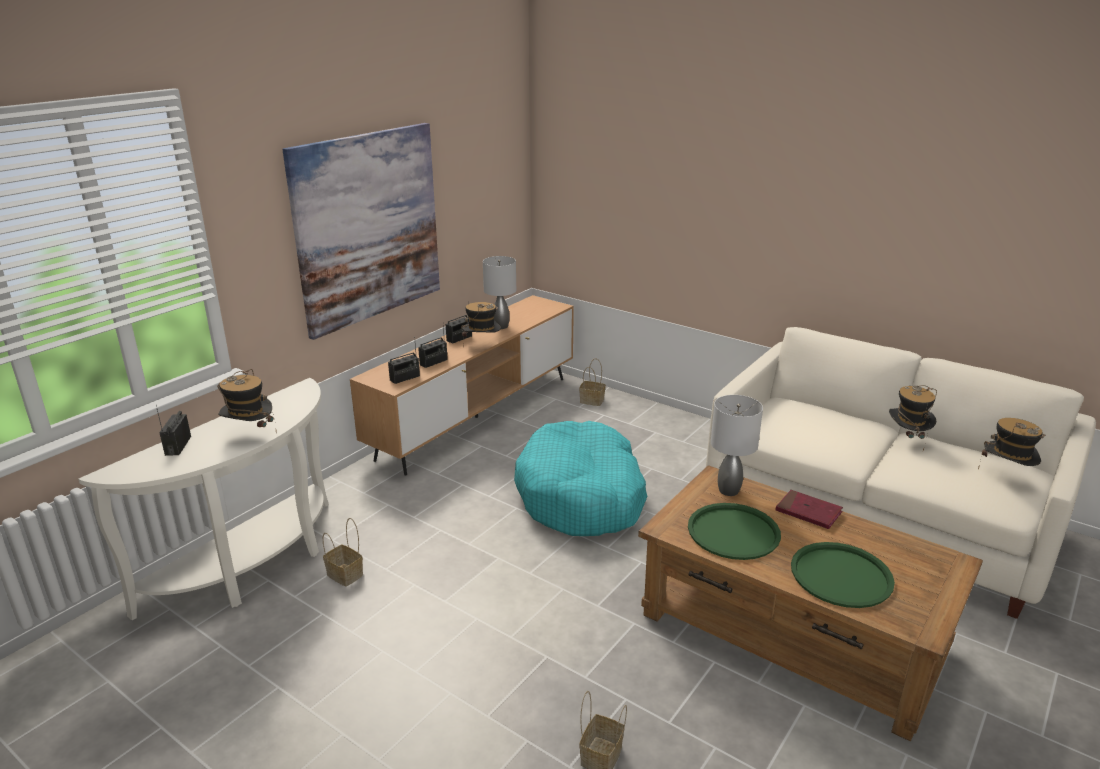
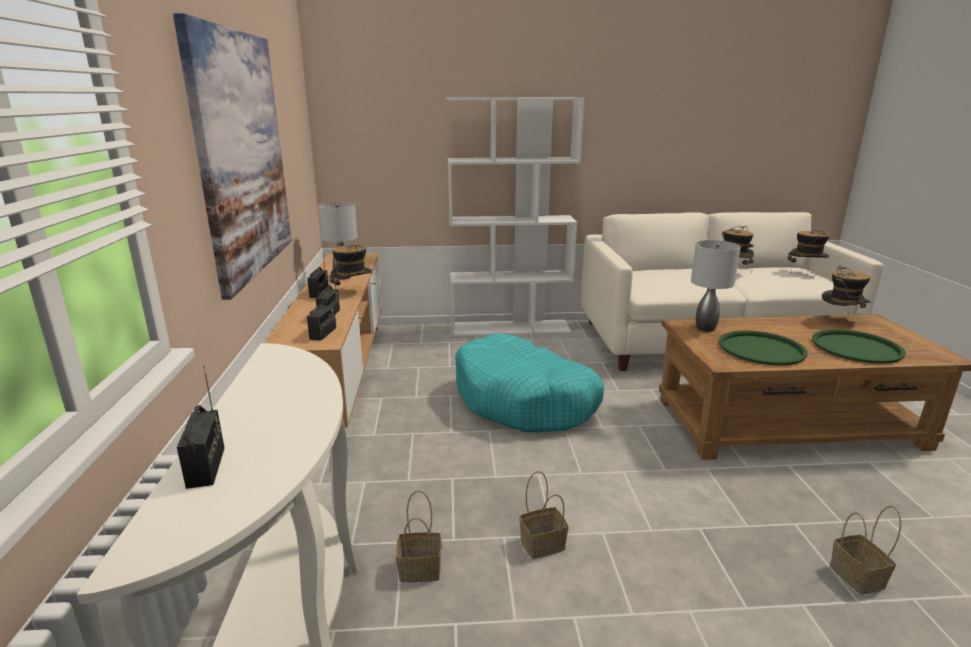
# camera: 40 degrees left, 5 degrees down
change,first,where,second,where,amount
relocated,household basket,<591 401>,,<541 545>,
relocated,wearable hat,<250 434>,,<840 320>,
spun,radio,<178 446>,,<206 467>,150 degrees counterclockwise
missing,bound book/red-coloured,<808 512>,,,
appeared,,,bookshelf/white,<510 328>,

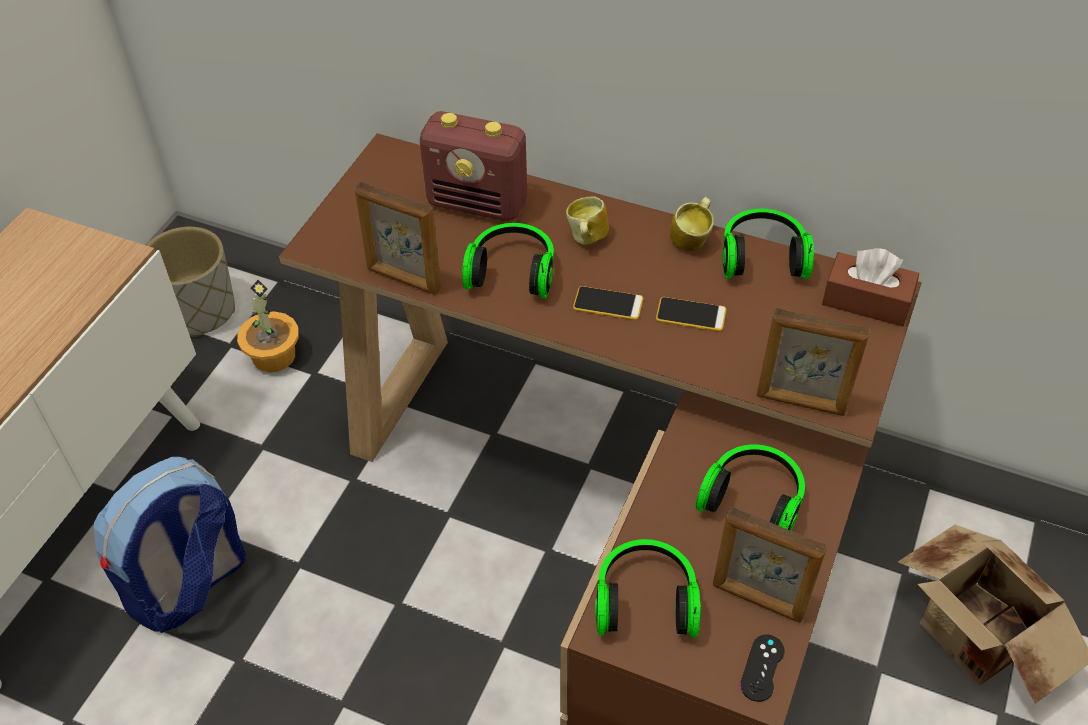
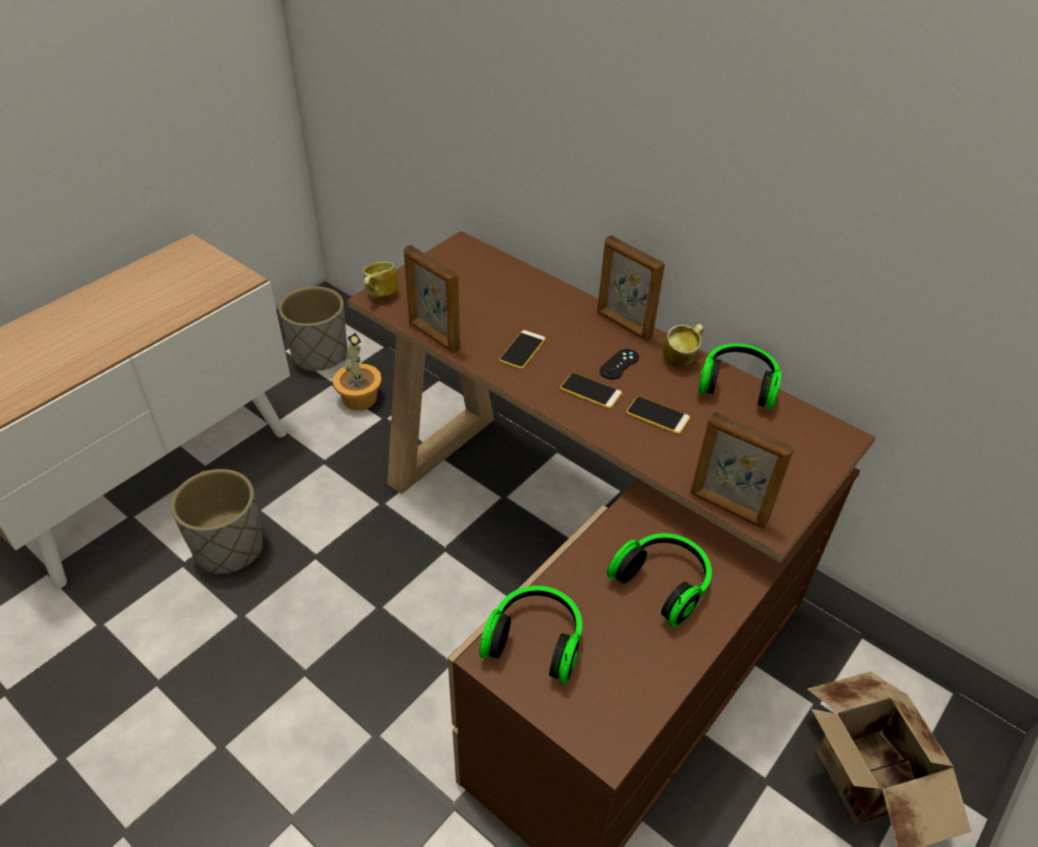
# camera: 15 degrees right, 5 degrees down
change,first,where,second,where,amount
missing,radio,<478 204>,,,
relocated,tea mug,<586 240>,,<379 296>,
exchanged,pair of headphones,<512 272>,telephone,<522 350>,
missing,box of tissues/brown,<866 301>,,,
exchanged,rucksack,<189 585>,planter/grey,<229 549>,
relocated,photo frame,<758 600>,,<623 325>,
relocated,game controller/black-coloured,<762 668>,,<619 364>,

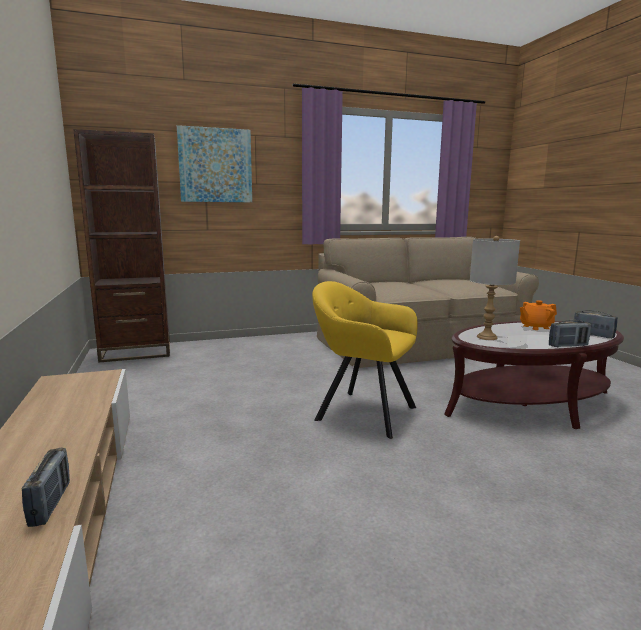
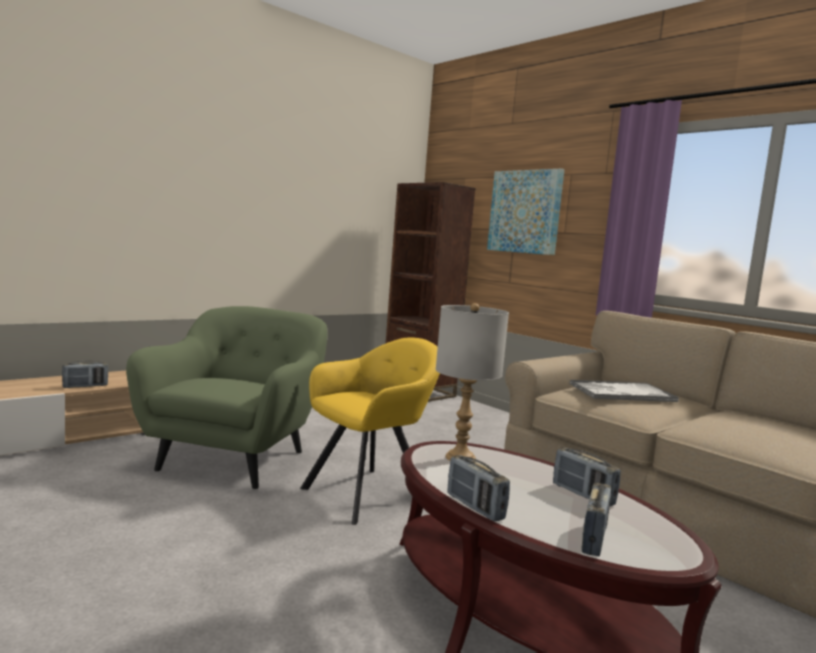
# camera: 65 degrees right, 5 degrees down
change,first,where,second,where,amount
spun,easy chair/yellow,<362 411>,,<371 493>,45 degrees clockwise
exchanged,teapot/orange,<535 327>,radio,<583 495>,
appeared,,,easy chair/greenish,<235 458>,
appeared,,,carrying tray,<620 392>,

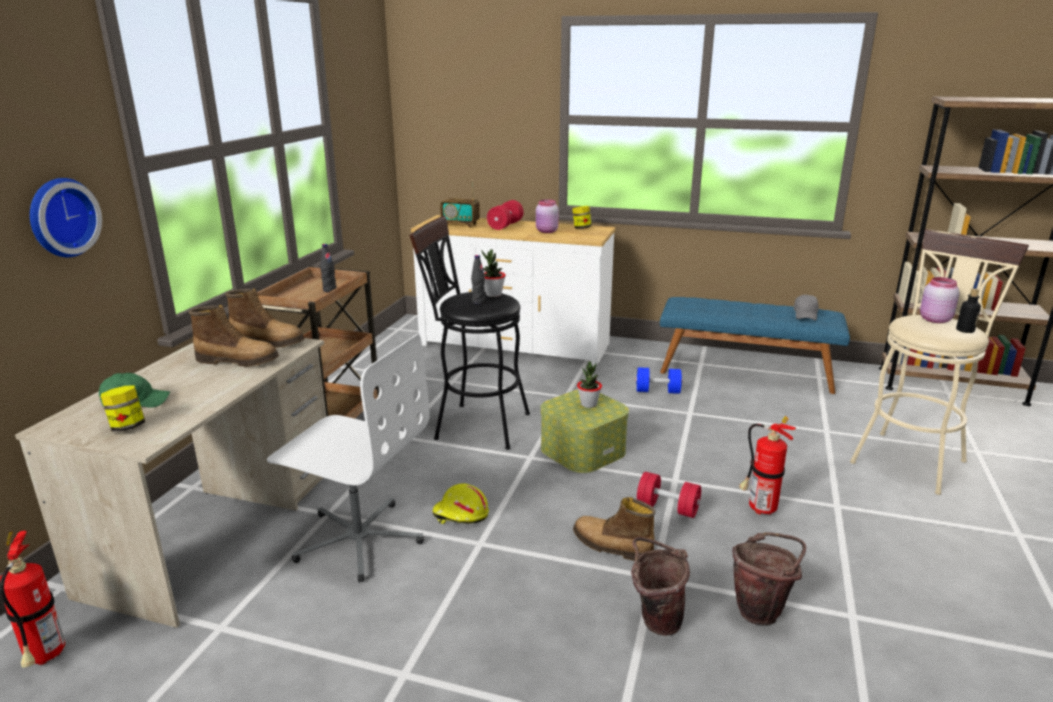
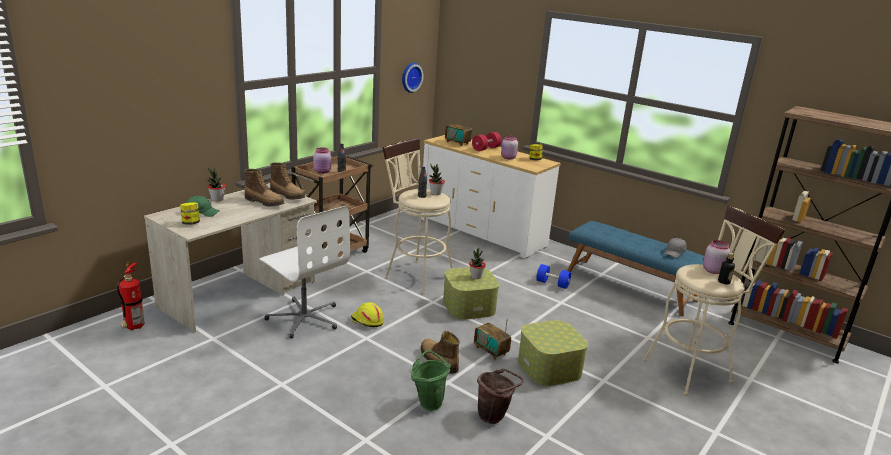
# camera: 20 degrees right, 0 degrees up
change,first,where,second,where,amount
relocated,wall clock,<60 217>,,<410 77>,
colour,stool/black-coloured,<474 425>,stool/beige-coloured,<415 275>,
exchanged,fire-fighting cylinder,<759 508>,storage bin,<549 367>,
exchanged,free weight/red-coloured,<667 508>,radio,<491 351>,
colour,water bucket/brown,<655 620>,water bucket/greenish,<428 402>,
appeared,,,jar/pink-coloured,<322 172>,
appeared,,,houseplant,<217 199>,

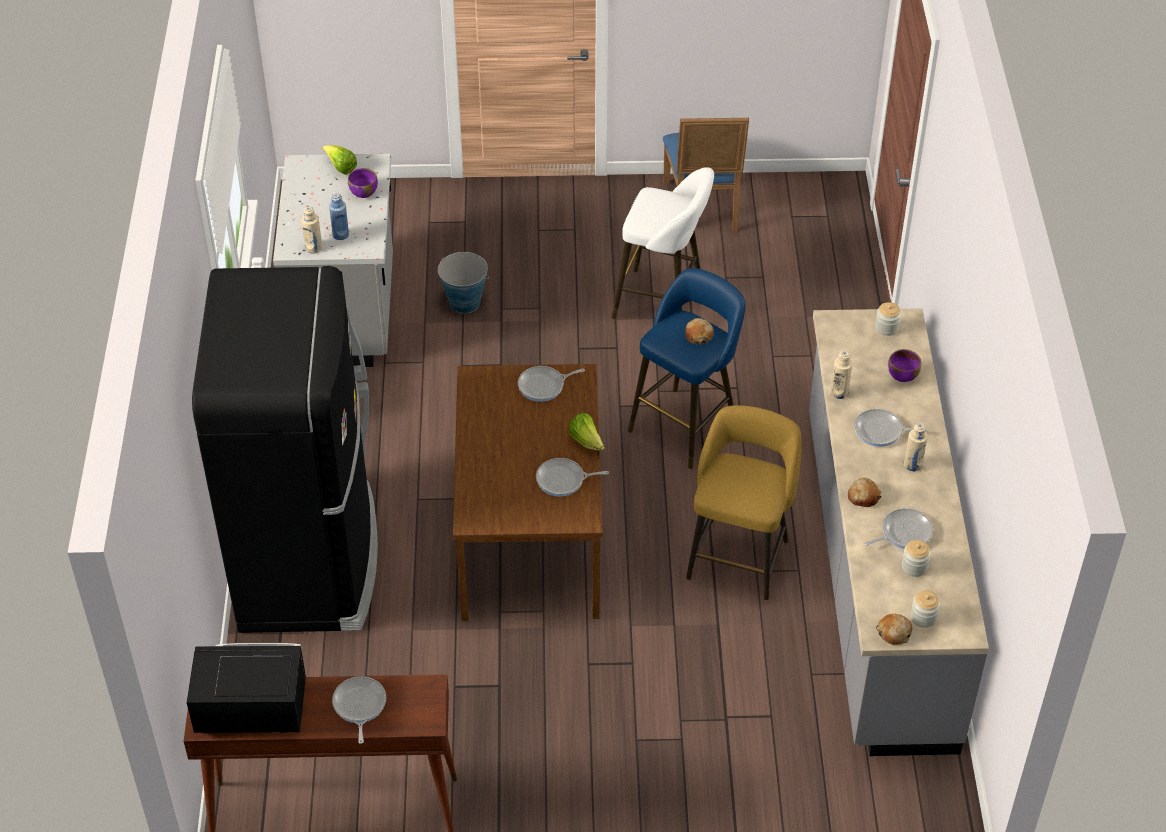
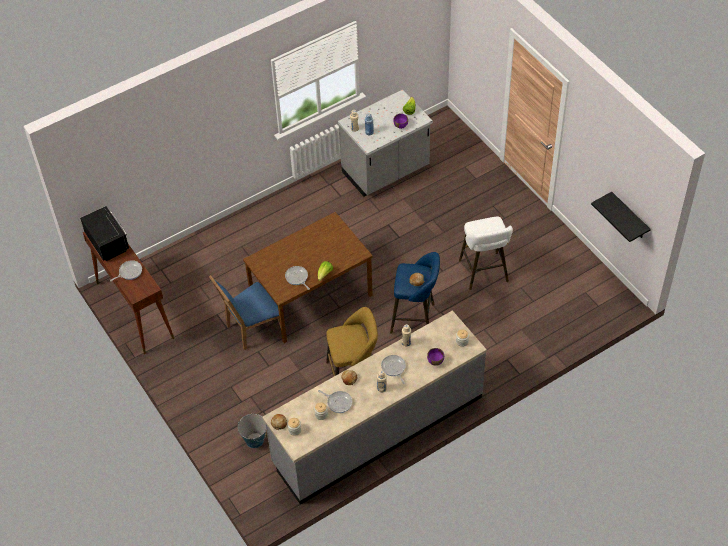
# camera: 60 degrees right, 5 degrees up
change,first,where,second,where,amount
relocated,chair/bluish,<704 210>,,<251 329>,
relocated,water bucket,<464 302>,,<254 440>,
missing,kitchen fridge/black-coloured,<310 559>,,,
missing,skillet,<544 386>,,,
appeared,,,bracket shelf/black-coloured,<629 217>,

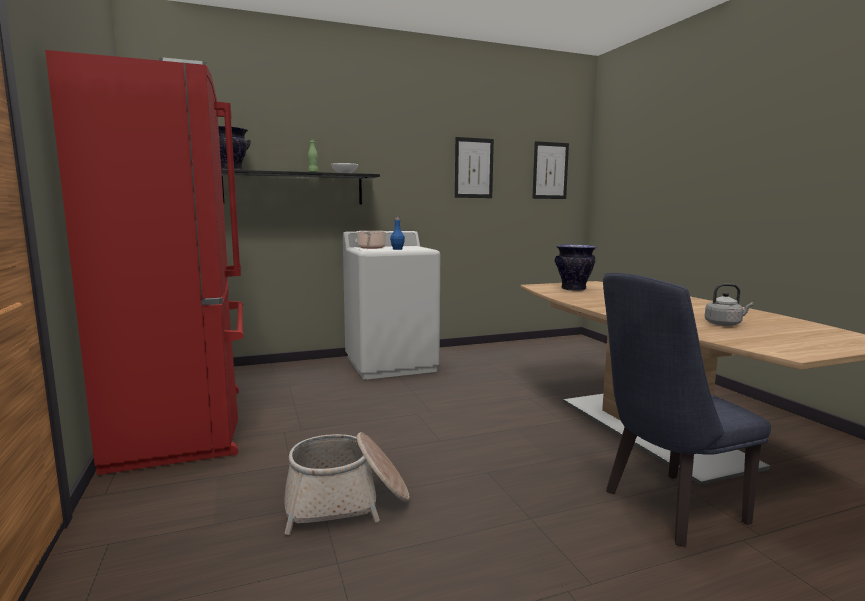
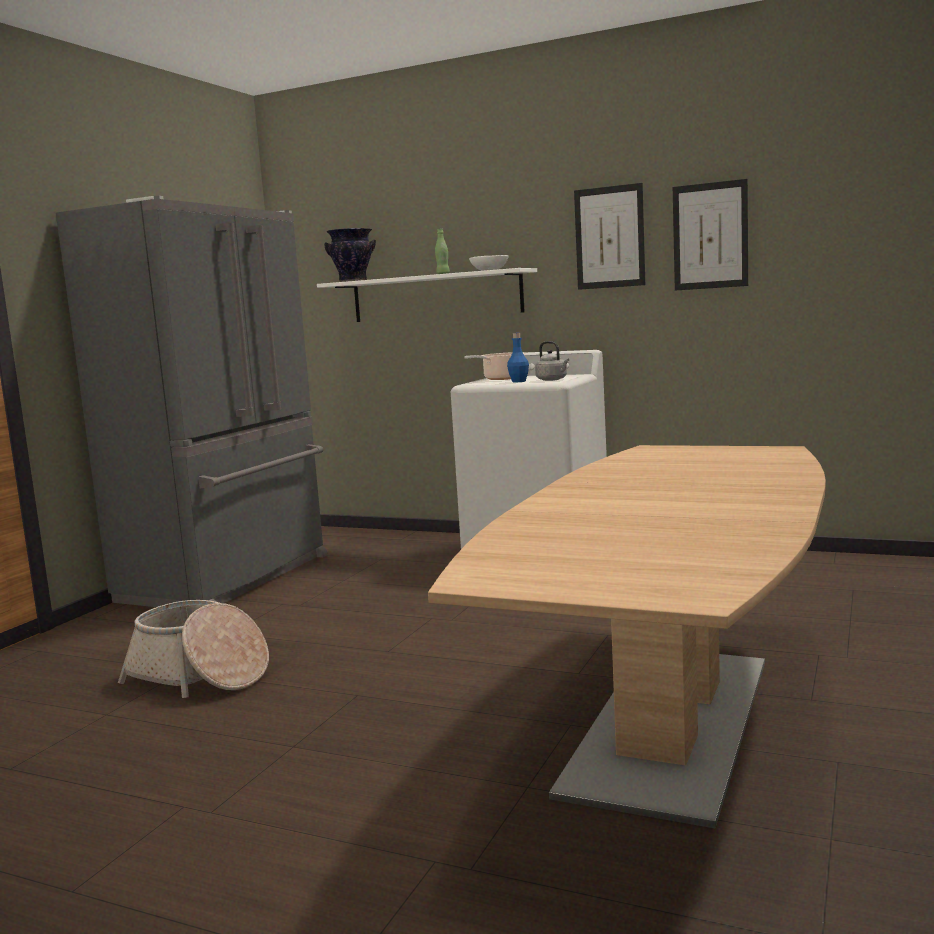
# camera: 45 degrees right, 0 degrees up
change,first,where,second,where,amount
colour,kitchen fridge/red-coloured,<185 425>,kitchen fridge/grey,<231 578>,
relocated,picture,<550 170>,,<609 237>,
colour,bracket shelf/black-coloured,<294 188>,bracket shelf/white,<436 296>,
missing,vase,<574 289>,,,
missing,chair/bluish,<666 509>,,,
relocated,tea kettle/grey,<724 324>,,<553 380>,

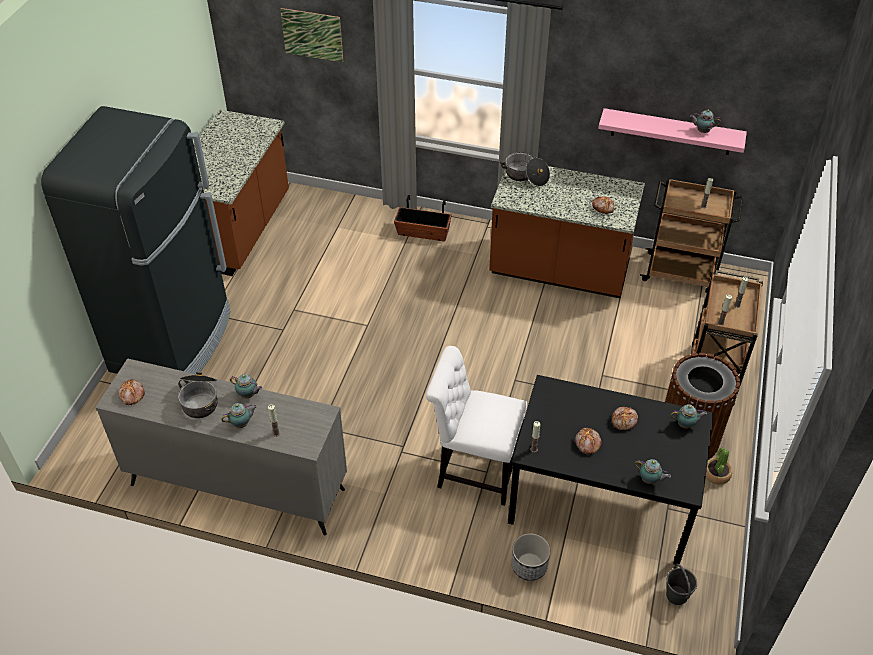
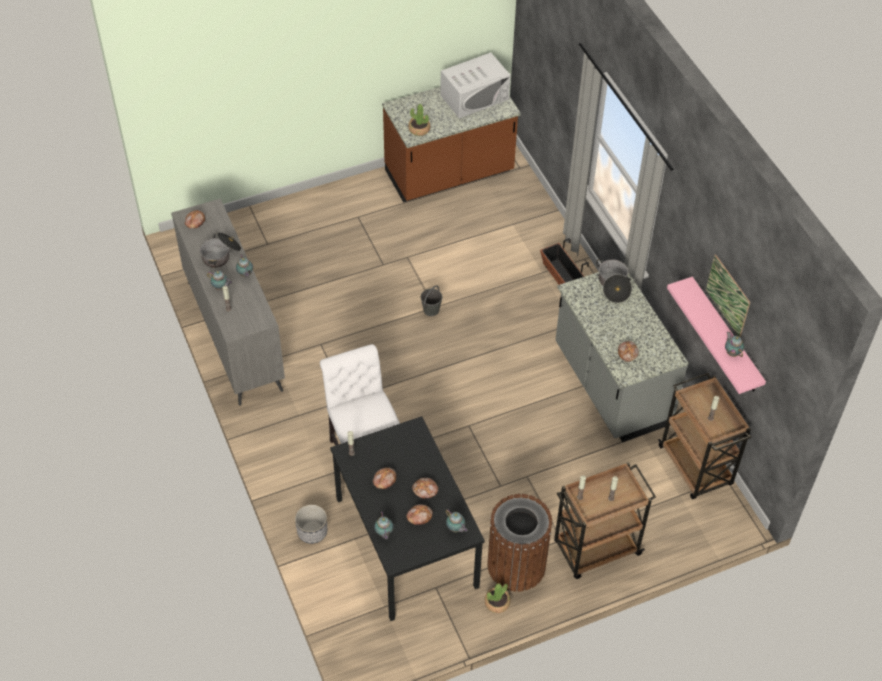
# camera: 50 degrees right, 5 degrees up
change,first,where,second,where,amount
relocated,picture,<312 35>,,<728 295>,
missing,kitchen fridge/black-coloured,<173 341>,,,
colour,counter/brown,<559 271>,counter/grey,<610 386>,
relocated,water bucket/grey,<677 595>,,<431 310>,
appeared,,,microwave/white,<474 97>,
appeared,,,houseplant,<419 129>,
appeared,,,bread,<419 516>,

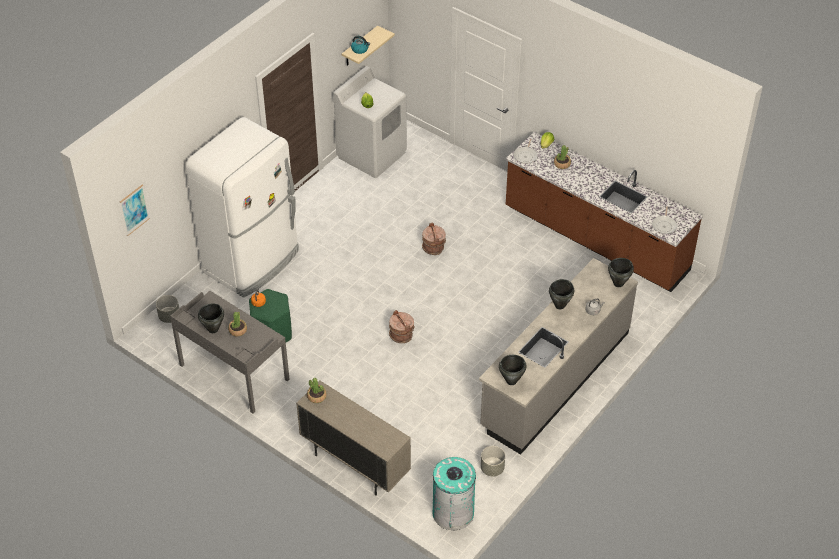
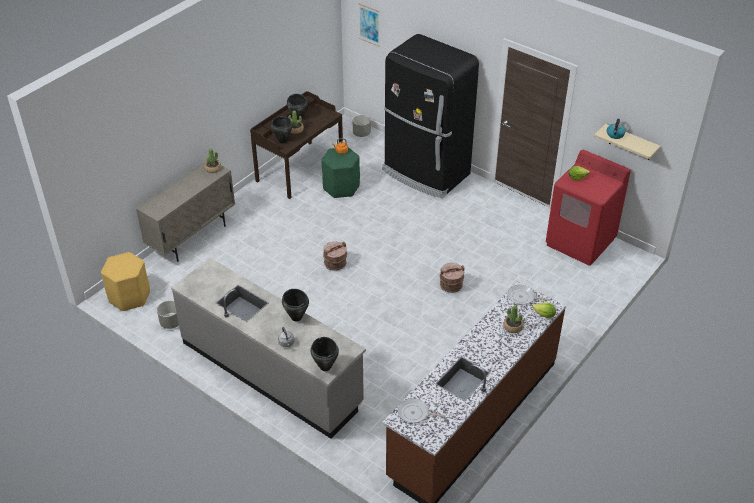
# camera: 90 degrees right, 5 degrees down
change,first,where,second,where,amount
colour,laundry machine/white,<372 154>,laundry machine/red-coloured,<580 242>,
colour,kitchen fridge/white,<253 261>,kitchen fridge/black-coloured,<425 173>,
colour,desk table/grey,<233 373>,desk table/brown,<299 169>,
relocated,cooking pot/black-coloured,<511 381>,,<282 141>,
exchanged,waste bin/turquoise-coloured,<453 512>,stool/yellow,<129 296>,

